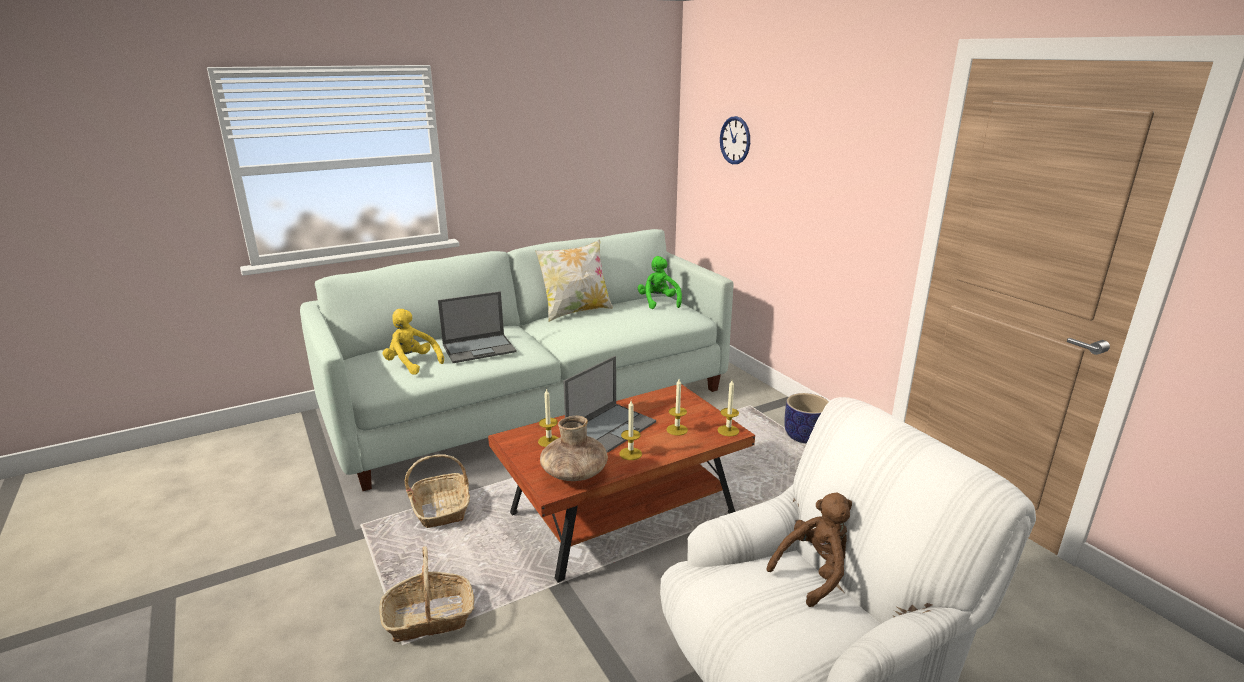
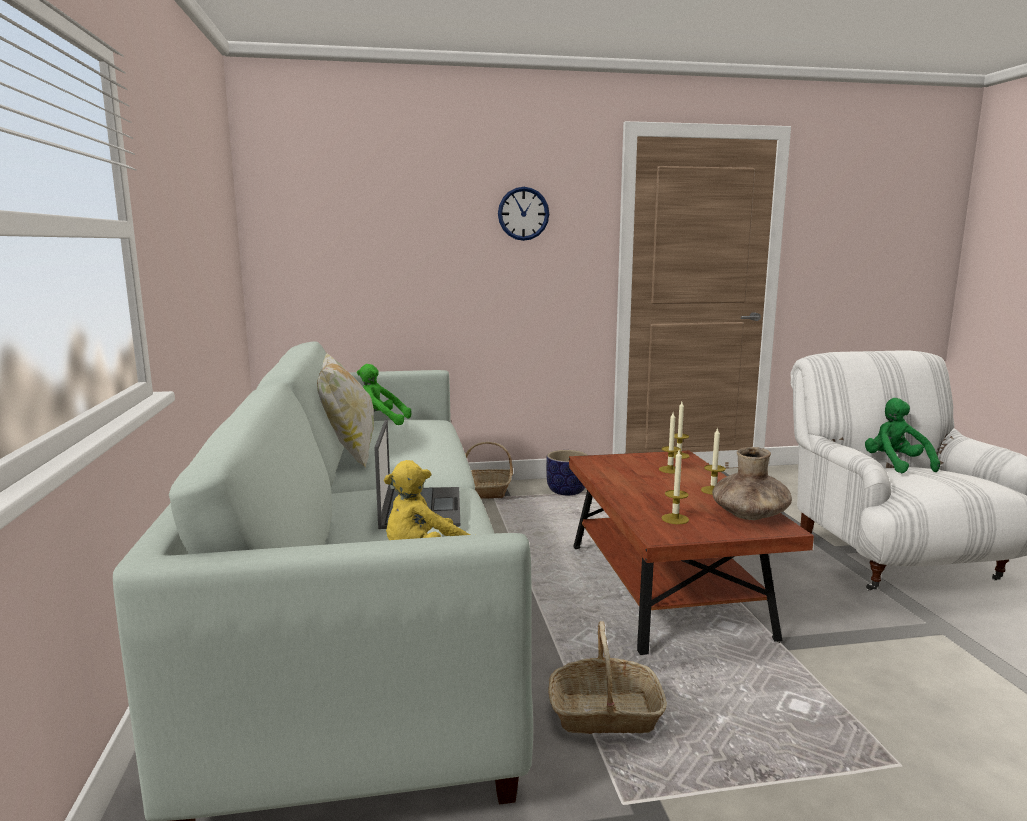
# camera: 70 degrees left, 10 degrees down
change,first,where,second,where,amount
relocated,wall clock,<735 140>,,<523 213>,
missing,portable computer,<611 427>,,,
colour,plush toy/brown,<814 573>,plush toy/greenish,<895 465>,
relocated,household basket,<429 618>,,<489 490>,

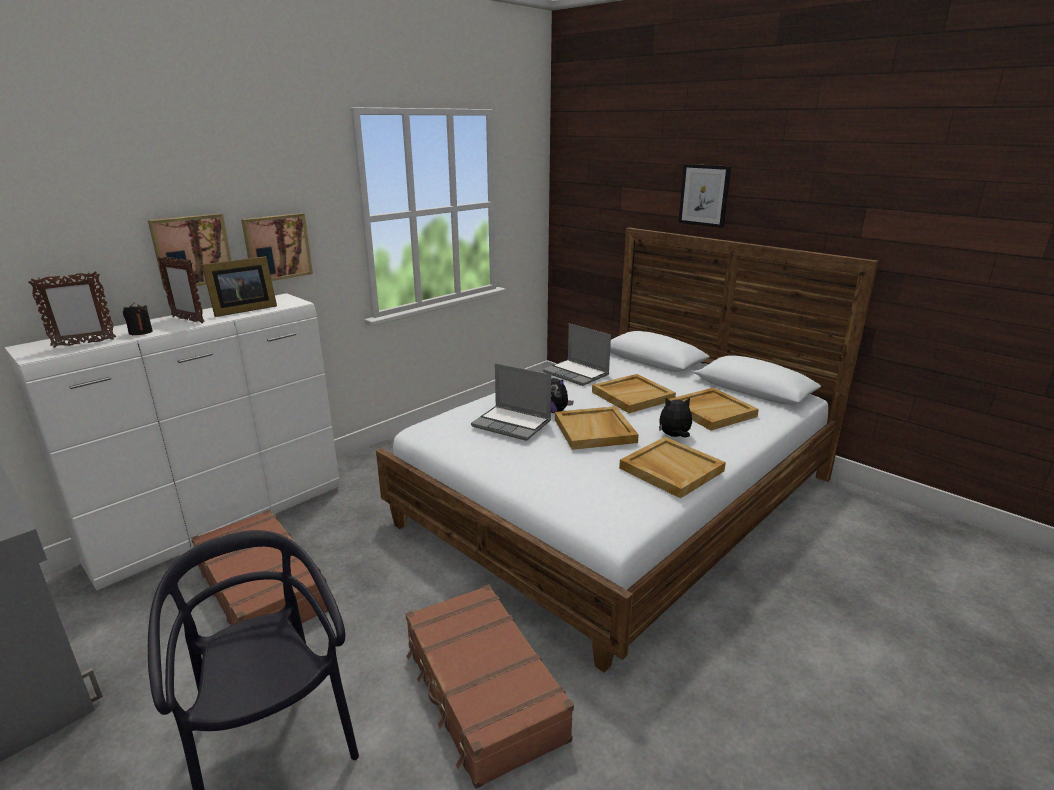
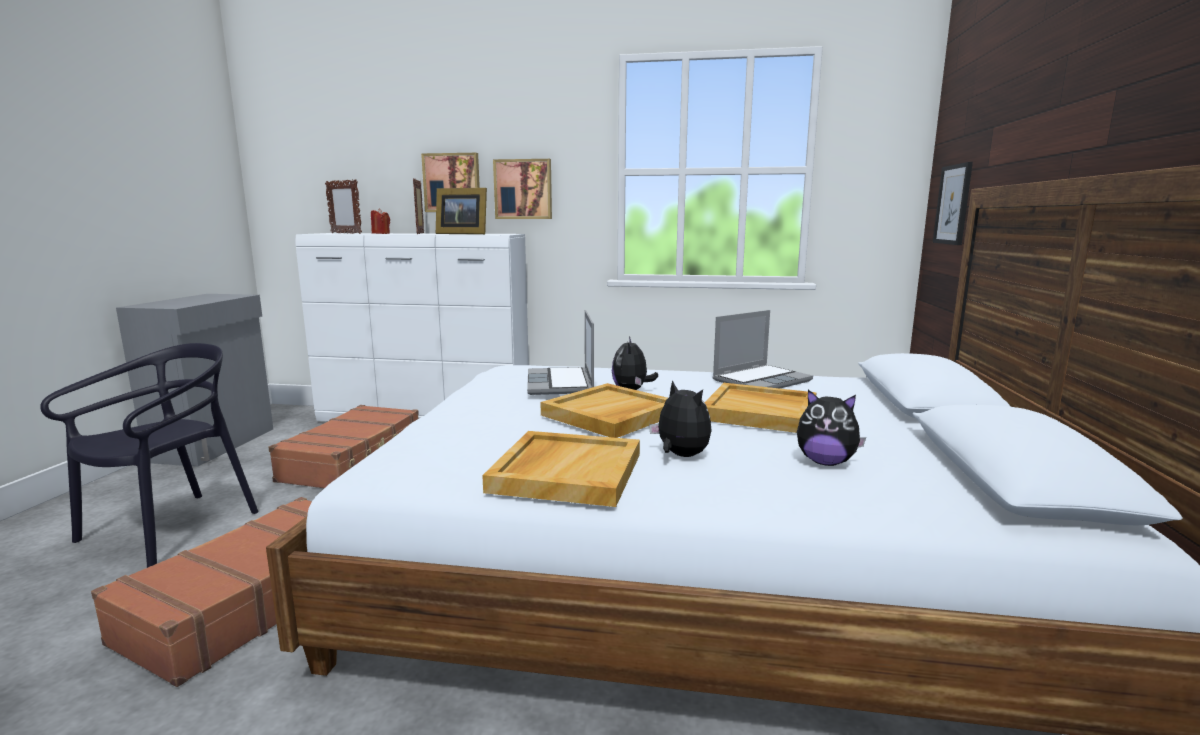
# camera: 55 degrees right, 10 degrees down
change,first,where,second,where,amount
relocated,picture,<704 195>,,<953 204>,
colour,candle/black-coloured,<141 332>,candle/red-coloured,<381 233>,
spun,portable computer,<577 374>,,<761 380>,135 degrees counterclockwise
exchanged,carrying tray/beige-coloured,<711 411>,plush toy,<825 462>,

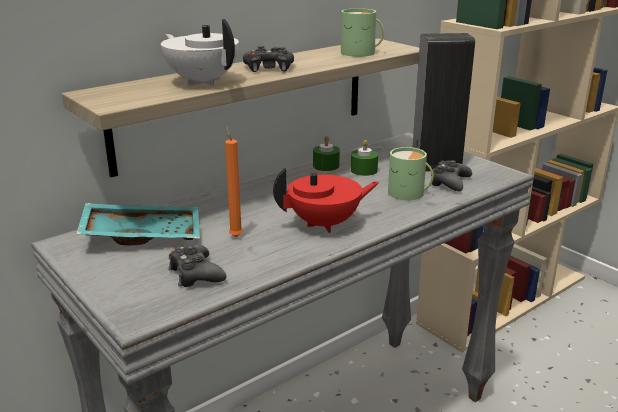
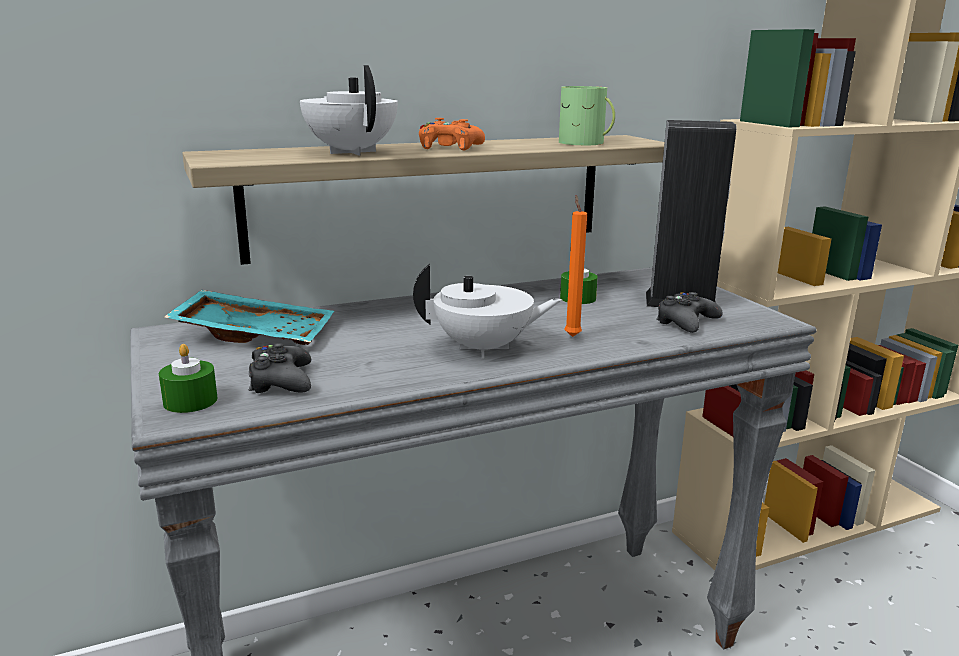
# camera: 15 degrees right, 5 degrees down
change,first,where,second,where,amount
colour,game controller/black-coloured,<269 68>,game controller/orange,<449 147>,
relocated,candle/orange,<235 236>,,<572 335>,
relocated,candle/greenish,<326 166>,,<190 401>,
missing,tea mug/greenish,<409 193>,,,
colour,teapot/red-coloured,<325 224>,teapot/white,<484 348>,

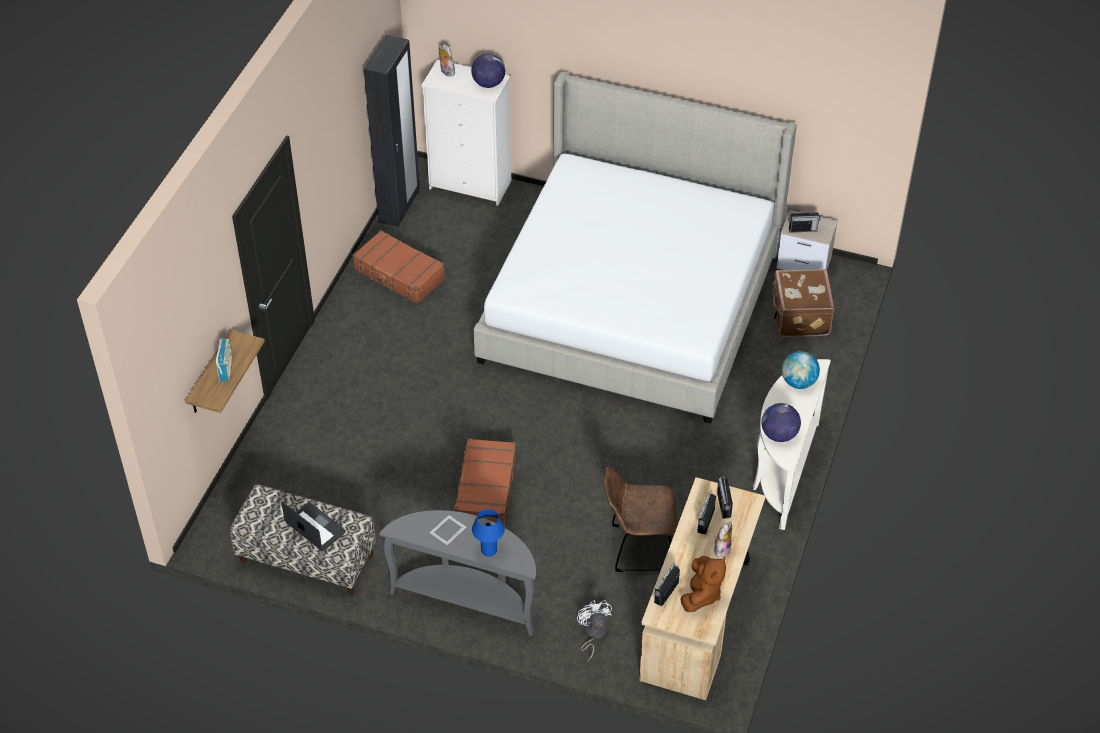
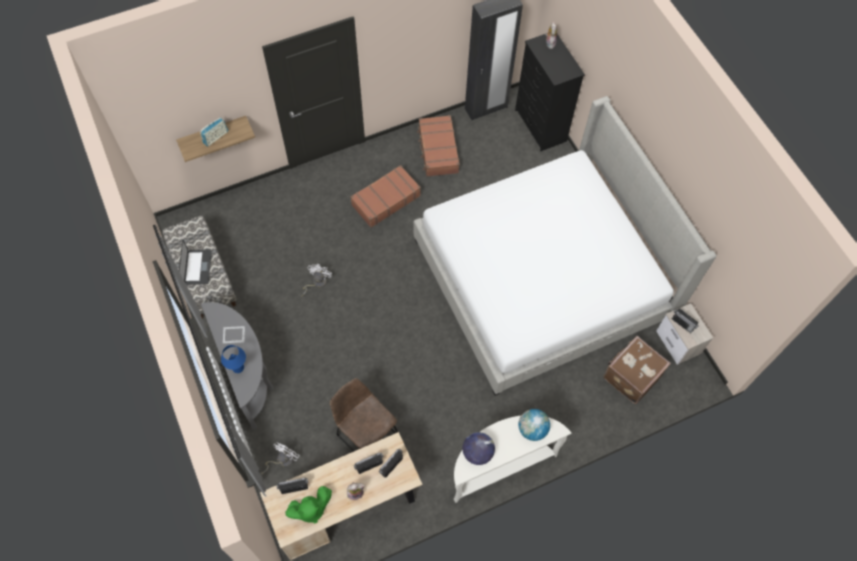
# camera: 45 degrees right, 15 degrees up
change,first,where,second,where,amount
missing,globe,<488 84>,,,
colour,chest of drawers/white,<471 185>,chest of drawers/black-coloured,<540 126>,
relocated,travel case/brown,<485 490>,,<385 200>,
colour,plush toy/brown,<701 595>,plush toy/greenish,<310 509>,
appeared,,,cooling fan/white,<317 283>,

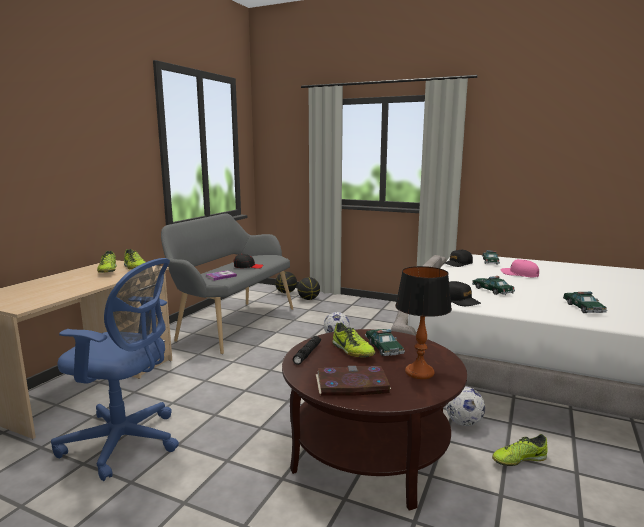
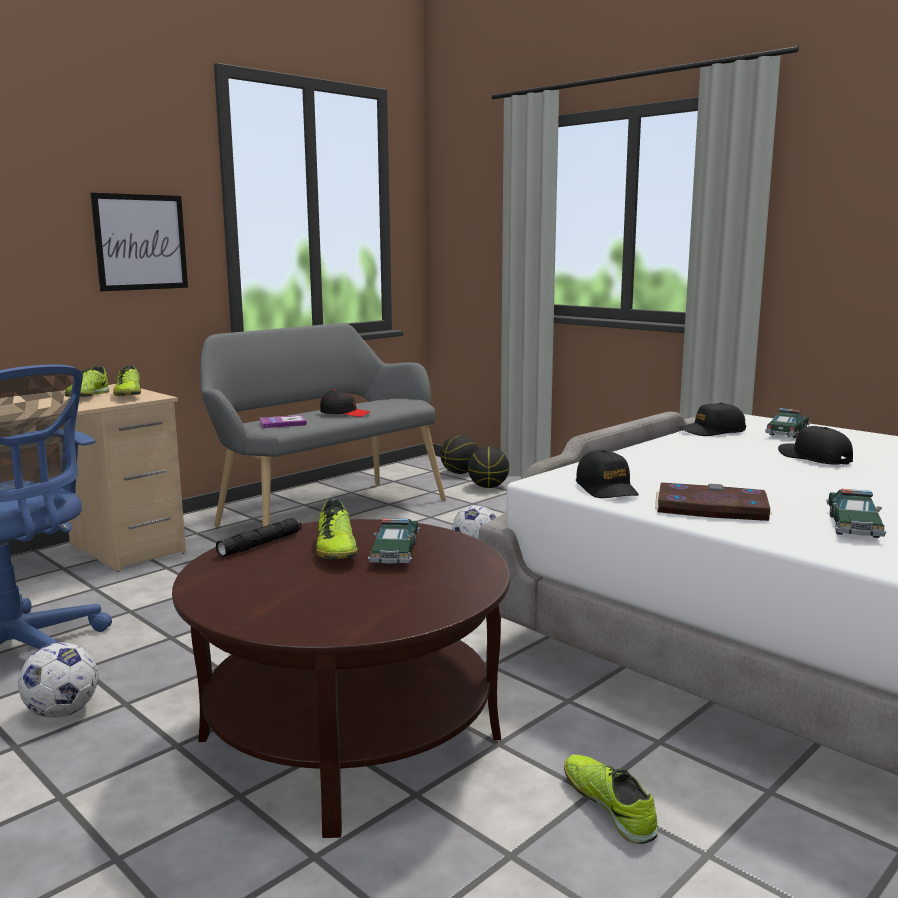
# camera: 20 degrees right, 0 degrees up
change,first,where,second,where,amount
colour,peaked cap/pink-coloured,<519 274>,peaked cap/black-coloured,<814 457>,
missing,table lamp,<420 372>,,,
missing,model car,<492 290>,,,
relocated,bound book,<352 385>,,<710 508>,
relocated,football,<463 422>,,<62 712>,
spun,shoe,<518 459>,,<609 806>,60 degrees clockwise
appeared,,,picture,<140 242>,

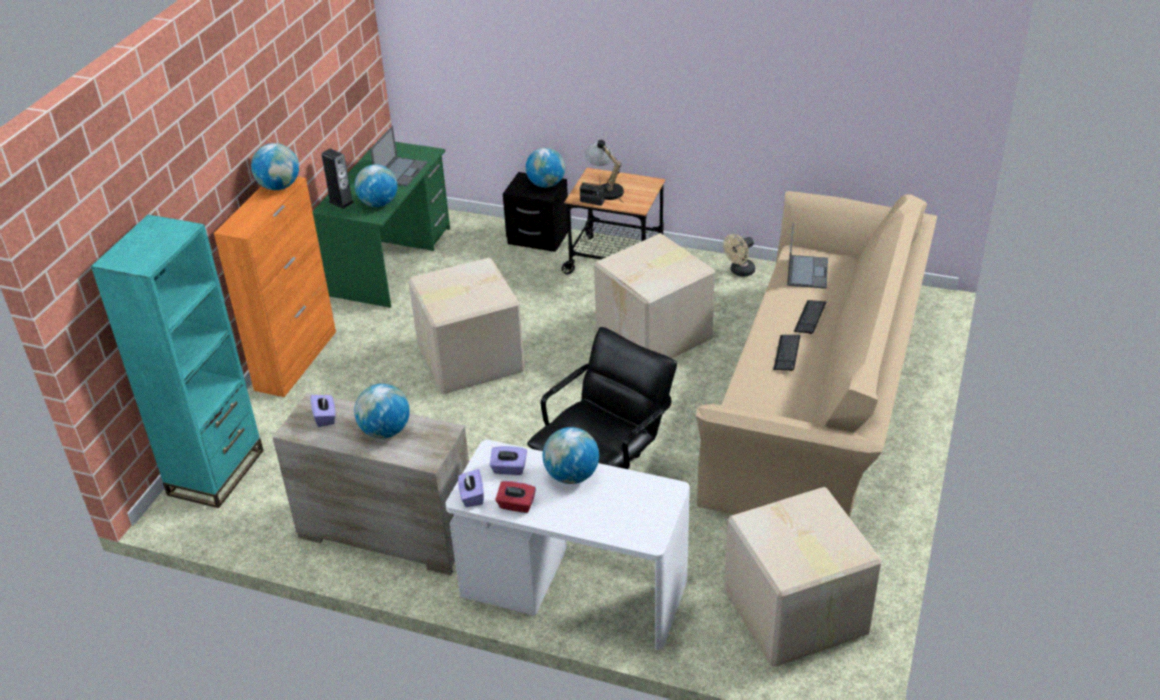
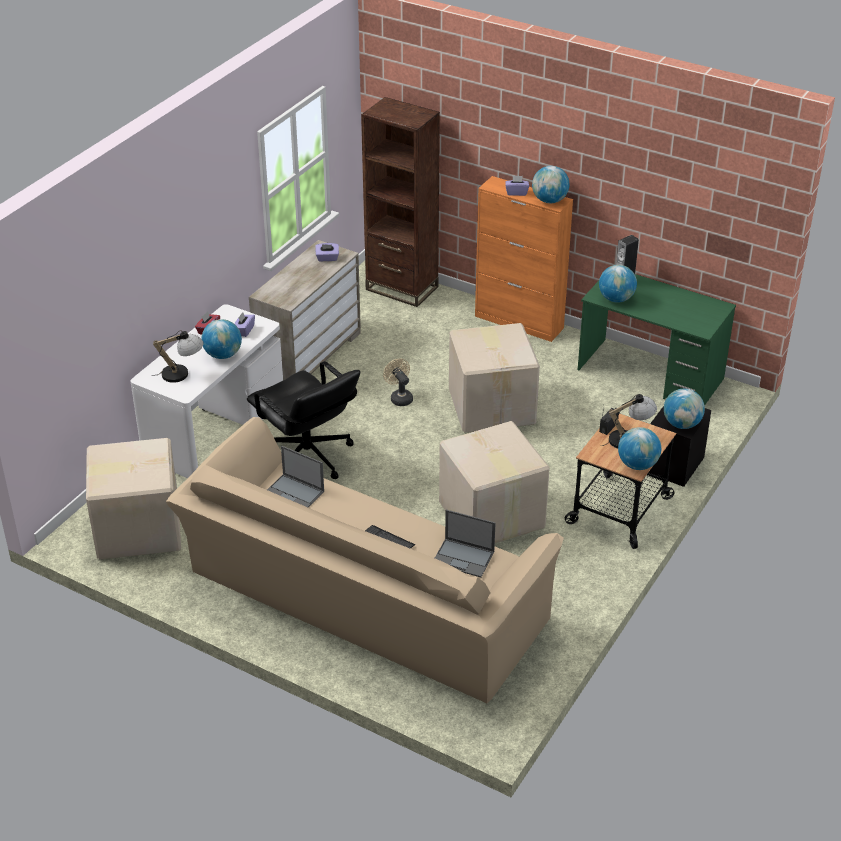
# camera: 100 degrees right, 0 degrees up
change,first,where,second,where,amount
relocated,portable computer,<401 171>,,<294 493>,
colour,bookshelf/turquoise-coloured,<216 472>,bookshelf/brown,<402 288>,
relocated,cooling fan/beige-coloured,<739 272>,,<399 397>,
missing,computer keyboard,<787 353>,,,
relocated,globe,<385 431>,,<637 464>,
relocated,box of tissues/purple,<472 496>,,<516 192>,
appeared,,,table lamp,<182 374>,

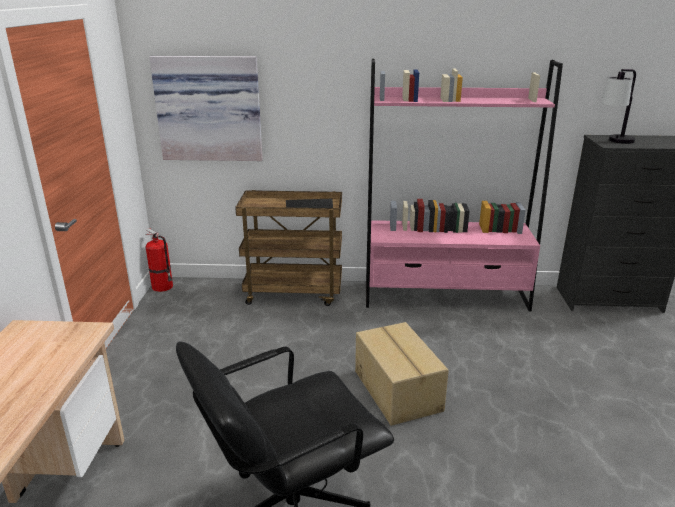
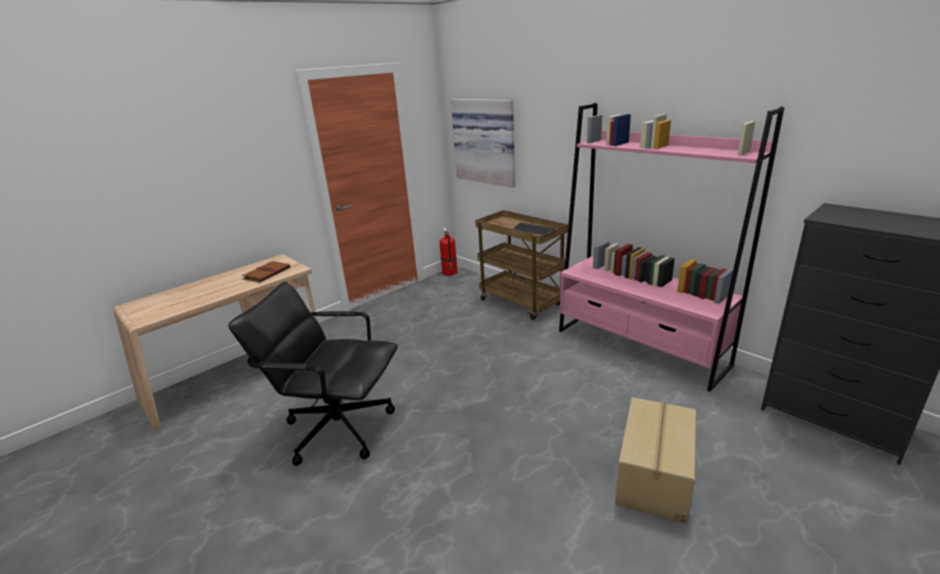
# camera: 45 degrees right, 0 degrees up
change,first,where,second,where,amount
missing,table lamp,<614 142>,,,
relocated,carton,<398 390>,,<655 476>,
appeared,,,bound book/brown,<267 273>,

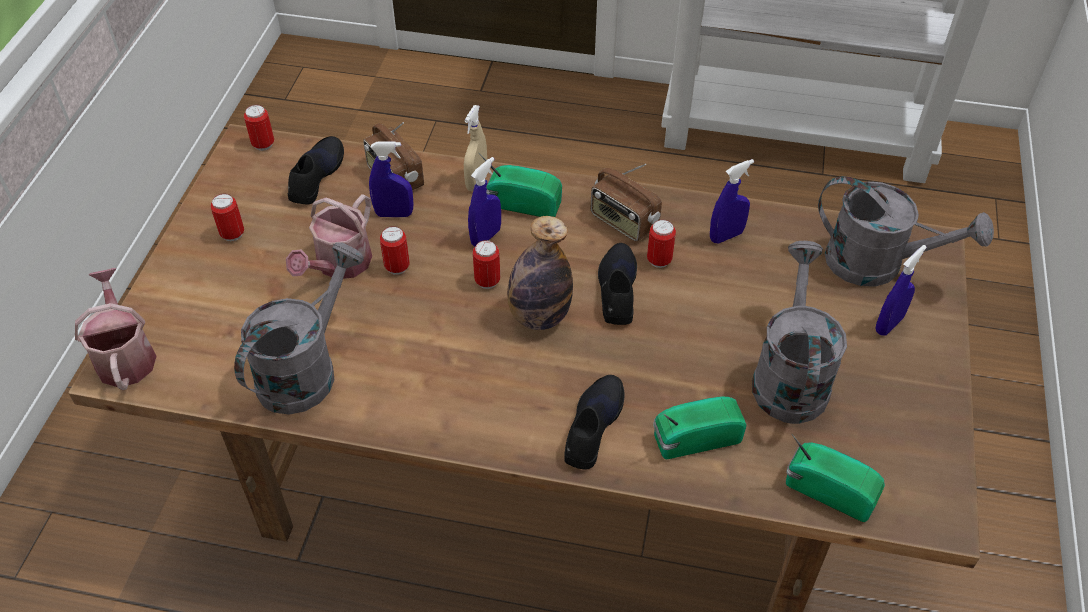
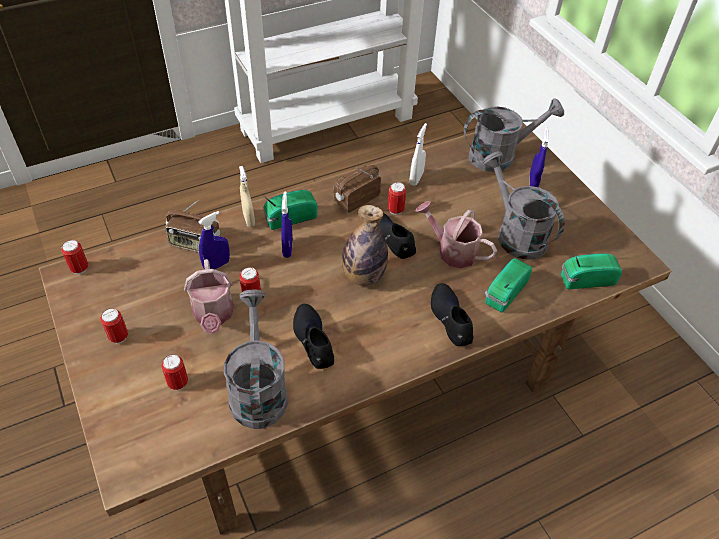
# camera: 40 degrees left, 0 degrees up
change,first,where,second,where,amount
relocated,shoe/black-coloured,<316 176>,,<313 339>,
colour,spray bottle/bluish,<726 236>,spray bottle/white,<416 178>,
spun,radio,<623 222>,,<356 199>,135 degrees clockwise
relocated,metal can,<487 281>,,<178 383>,
relocated,sprinkling can,<125 355>,,<452 251>,

